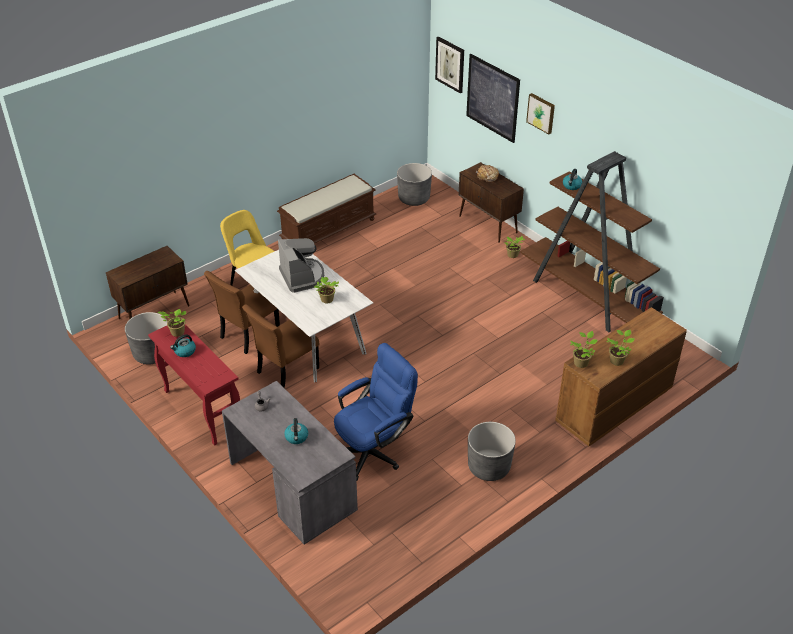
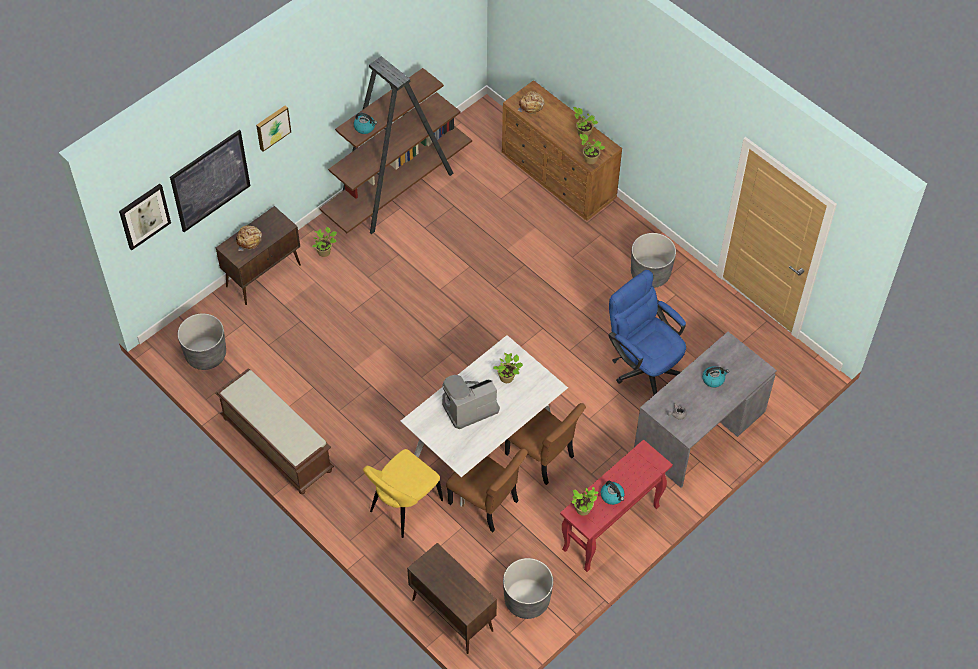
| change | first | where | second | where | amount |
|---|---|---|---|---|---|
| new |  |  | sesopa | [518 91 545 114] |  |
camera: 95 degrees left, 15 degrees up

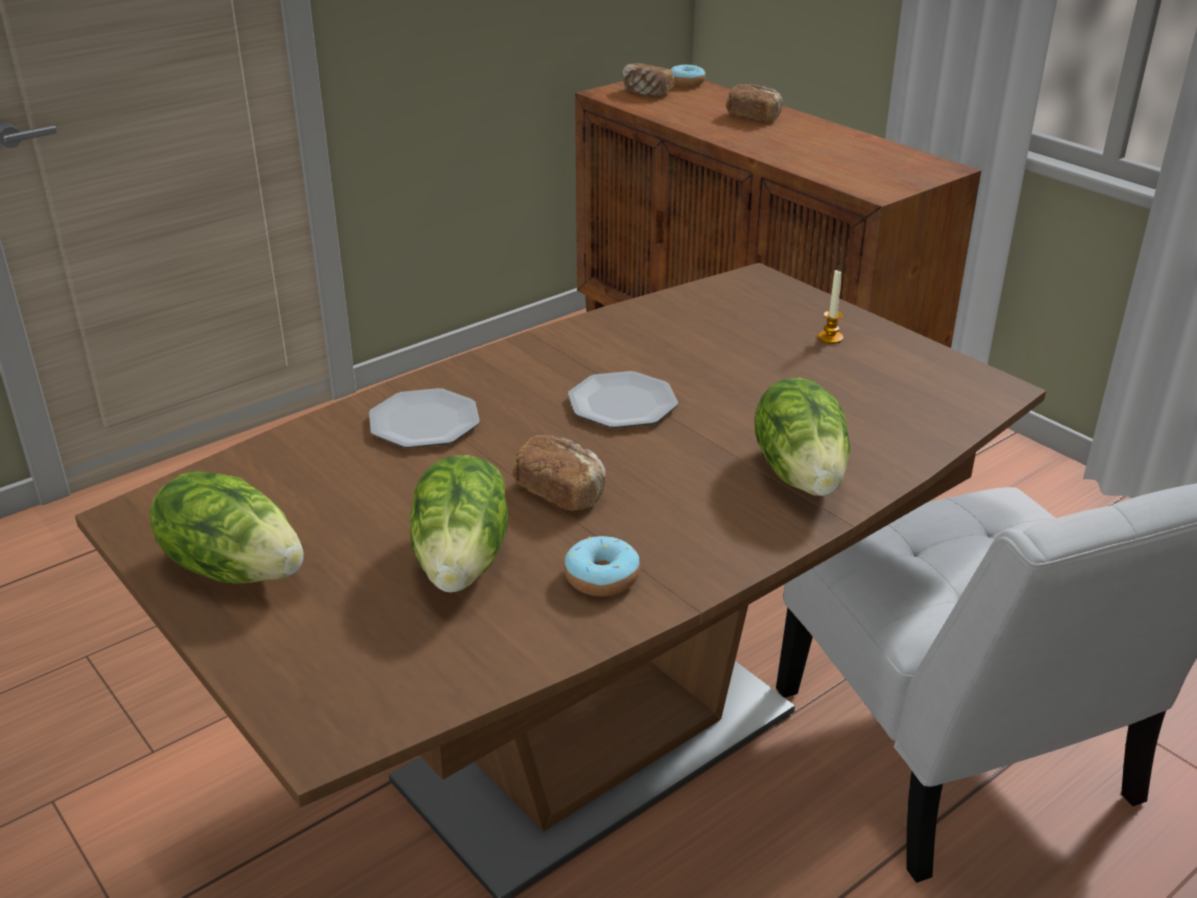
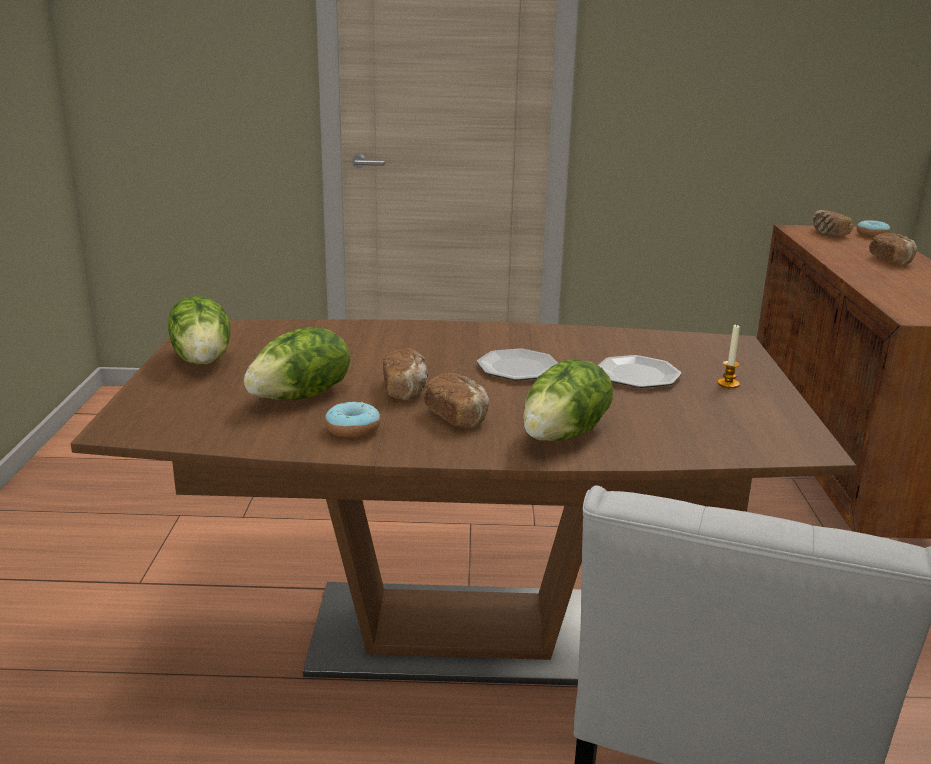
| change | first | where | second | where | amount |
|---|---|---|---|---|---|
| new |  |  | sesopa | [423 373 489 428] |  |
| shifted | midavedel | [369 388 480 448] |  | [597 355 681 388] |  |
camera: 40 degrees right, 10 degrees down

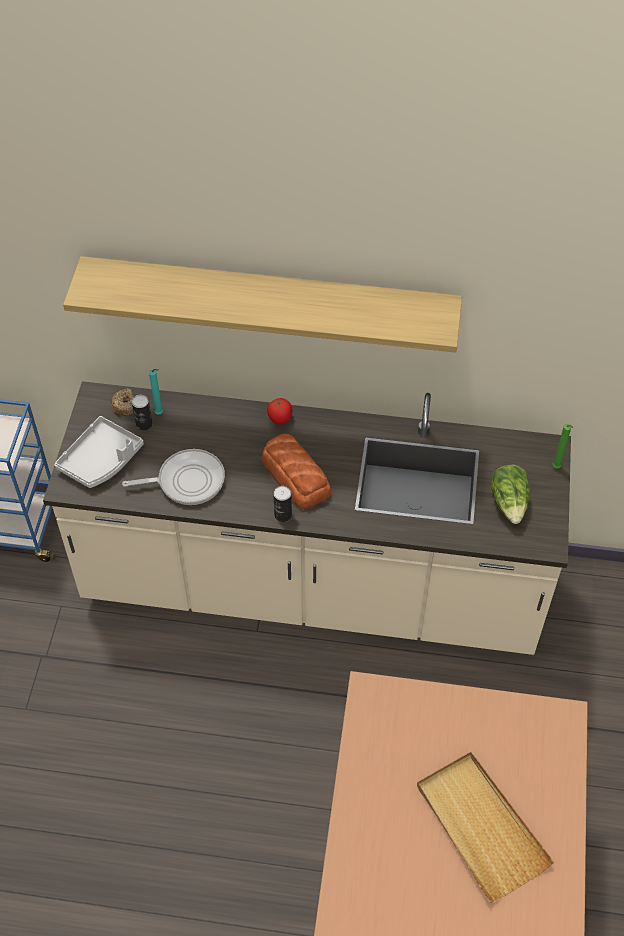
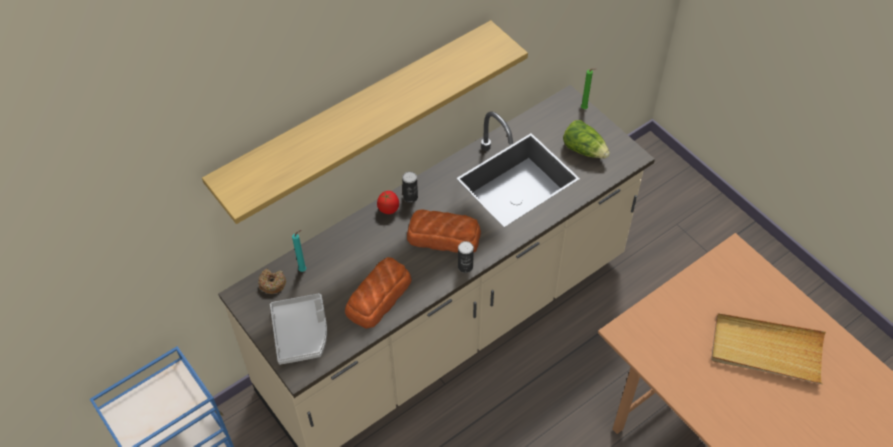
| change | first | where | second | where | amount |
|---|---|---|---|---|---|
| shifted | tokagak | [132 395 152 431] |  | [402 171 418 203] |  |
| swapped | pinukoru | [122 449 225 505] | sesopa | [345 257 412 329] |  |
camera: 45 degrees left, 0 degrees up

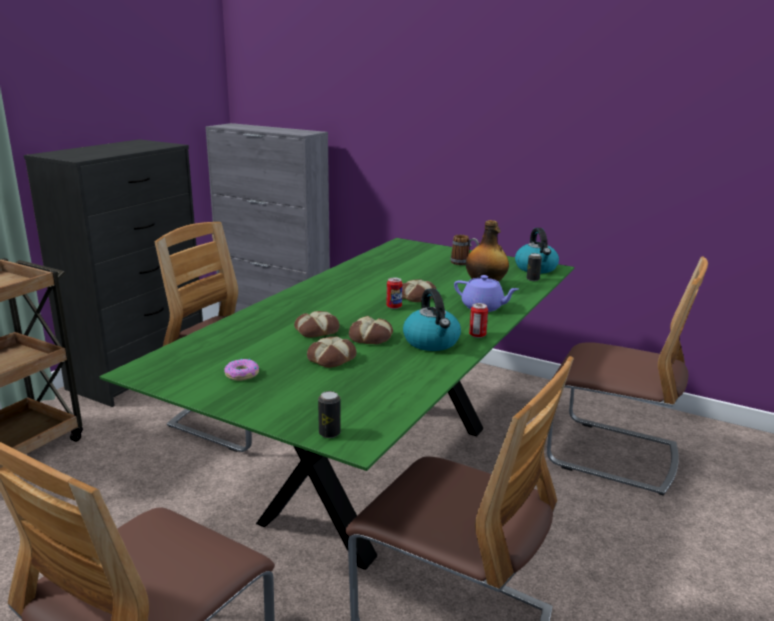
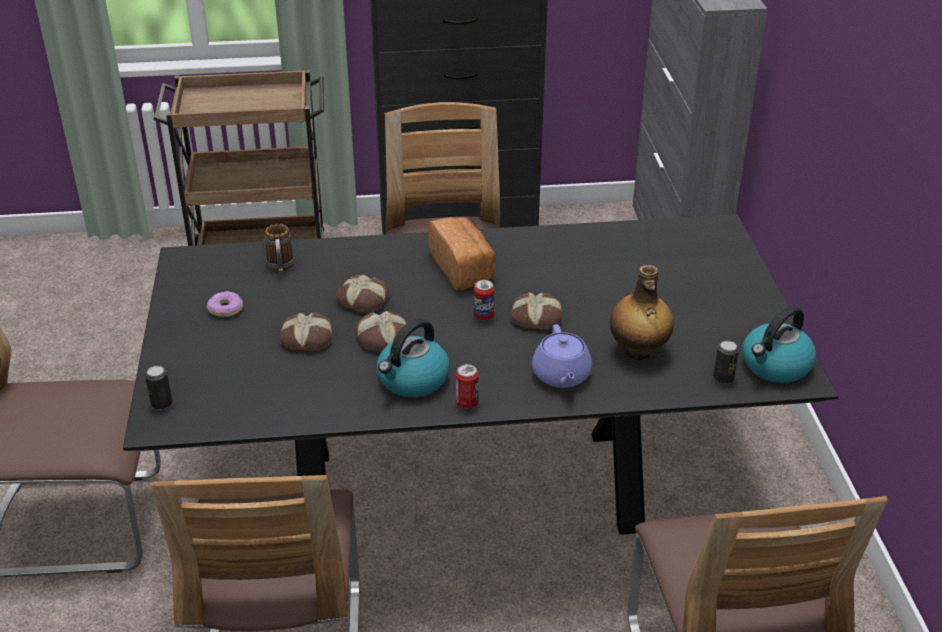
| change | first | where | second | where | amount |
|---|---|---|---|---|---|
| new |  |  | sesopa | [428 217 496 290] |  |
| shifted | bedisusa | [450 235 479 265] |  | [265 224 295 273] |  |
| repainted | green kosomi | [99 238 574 570] | black kosomi | [123 214 839 534] |  |
camera: 55 degrees right, 15 degrees up

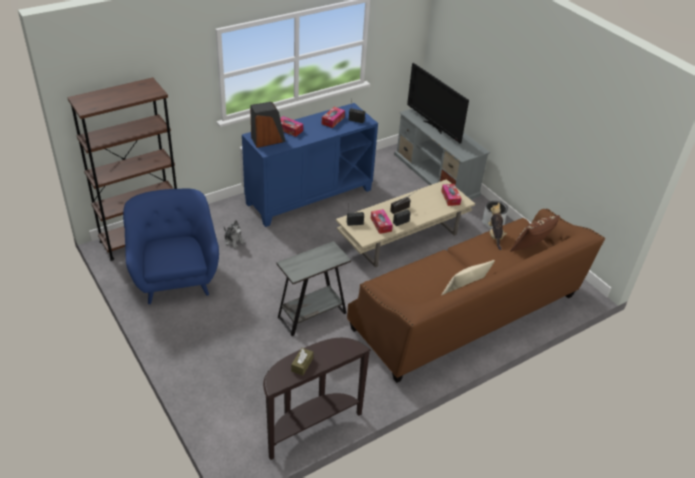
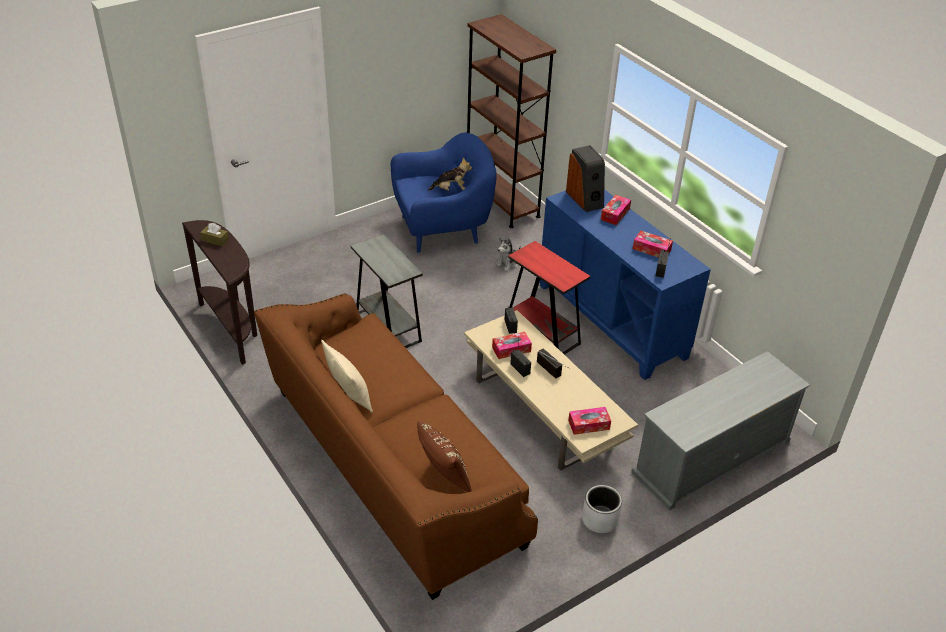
| change | first | where | second | where | amount |
|---|---|---|---|---|---|
| gone | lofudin | [407 63 469 143] |  |  |  |
| new |  |  | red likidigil | [508 241 591 355] |  |
| shifted | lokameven | [488 203 507 250] |  | [428 157 472 191] |  |
camera: 90 degrees right, 0 degrees up

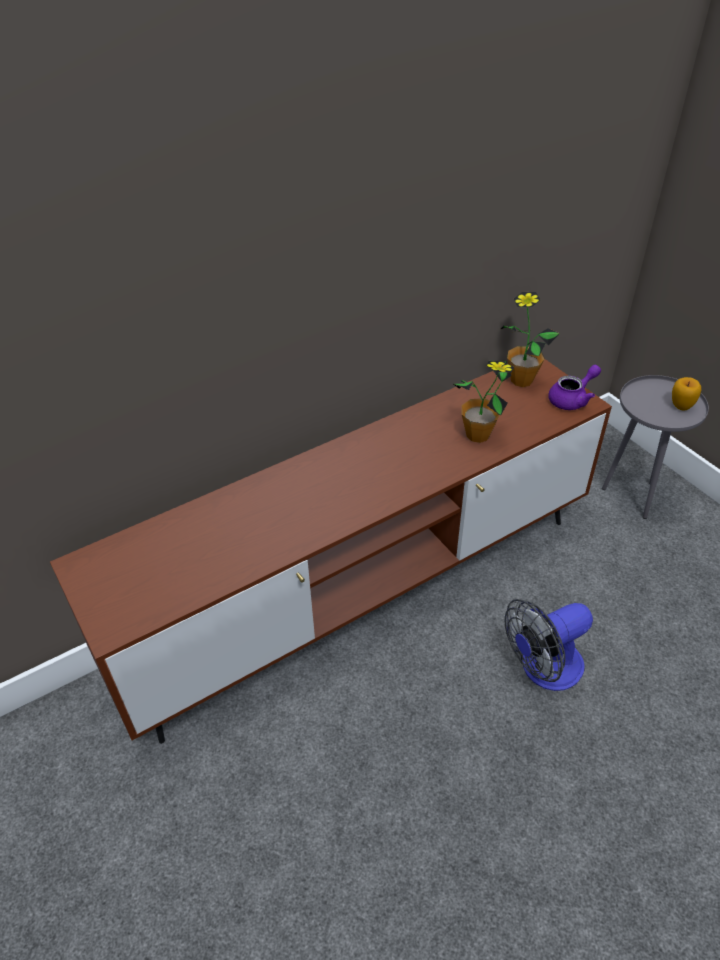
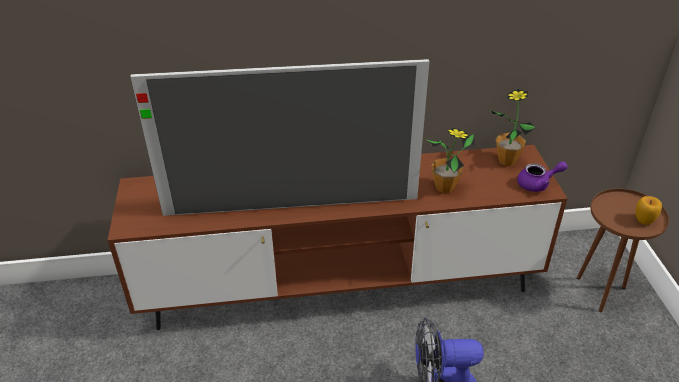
| change | first | where | second | where | amount |
|---|---|---|---|---|---|
| new |  |  | lofudin | [130 59 430 216] |  |
| repainted | grey likidigil | [602 375 709 519] | brown likidigil | [577 189 669 312] |  |
camera: 25 degrees right, 5 degrees down

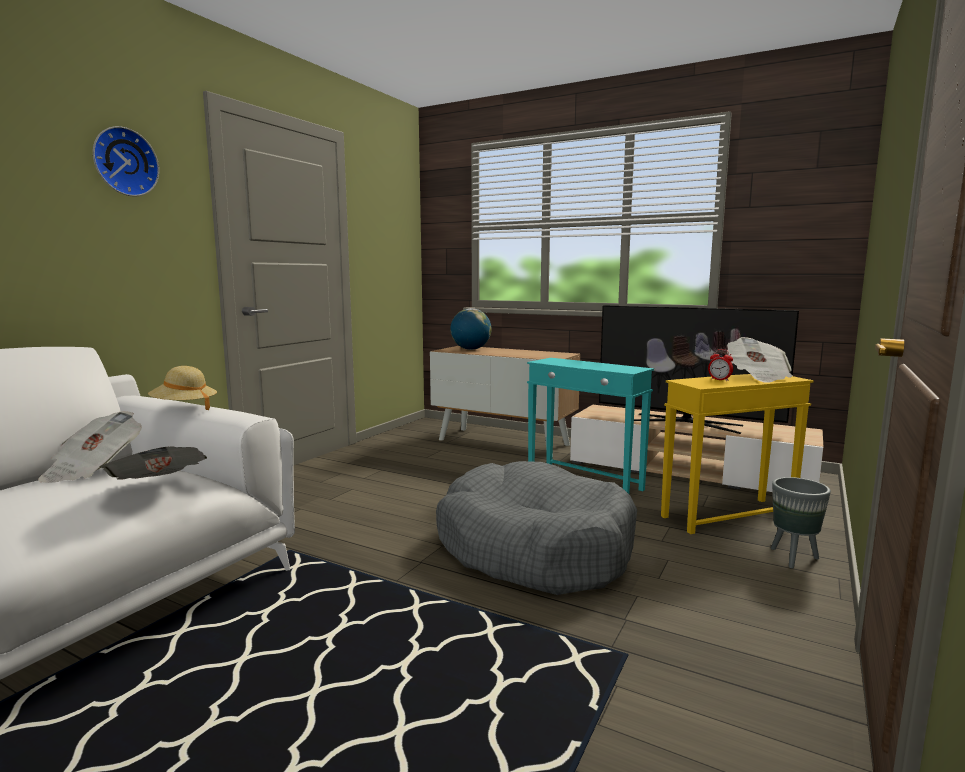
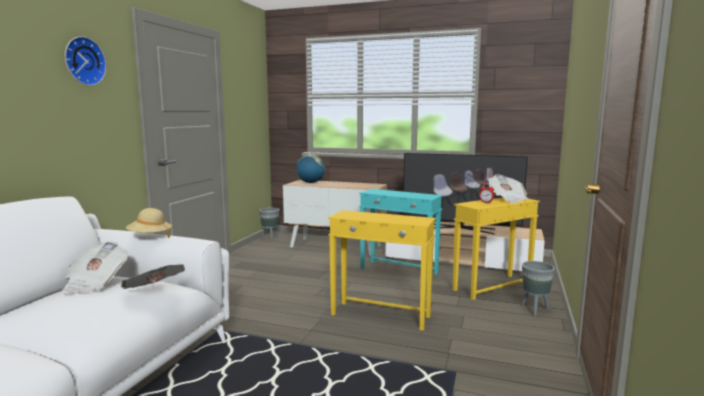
| change | first | where | second | where | amount |
|---|---|---|---|---|---|
| new |  |  | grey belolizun | [259 208 279 241] |  |
| swapped | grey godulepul | [436 461 637 595] | yellow likidigil | [328 210 436 331] |  |
camera: 10 degrees left, 0 degrees up

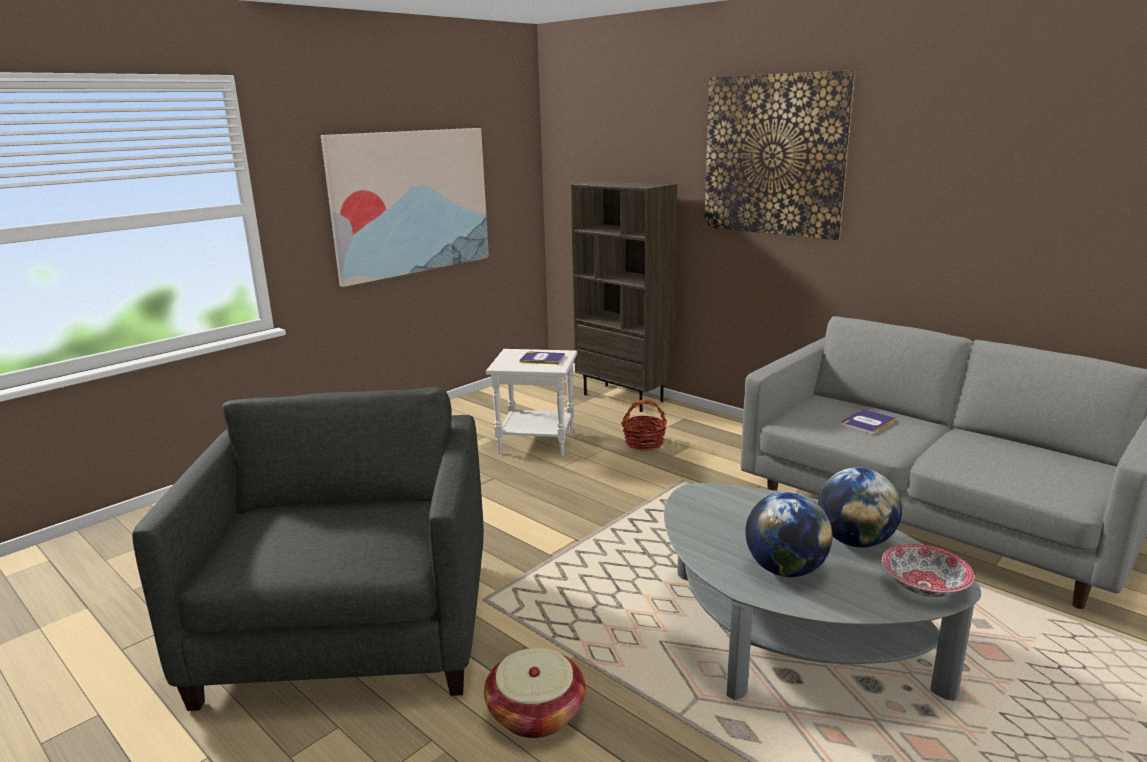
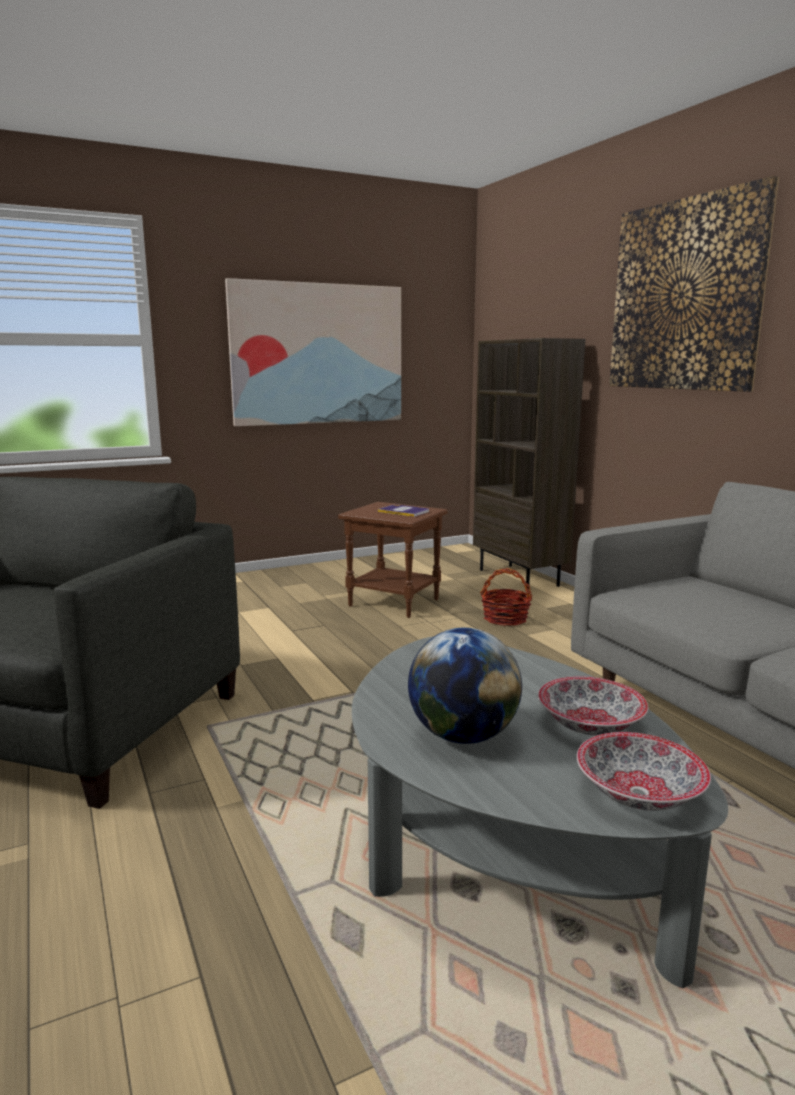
| change | first | where | second | where | amount |
|---|---|---|---|---|---|
| gone | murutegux | [484 648 586 738] |  |  |  |
| gone | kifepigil | [841 410 897 435] |  |  |  |
| swapped | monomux | [818 467 902 548] | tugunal | [538 676 648 736] |  |
| repainted | white likidigil | [486 349 577 457] | brown likidigil | [338 502 448 618] |  |
camera: 20 degrees right, 5 degrees down

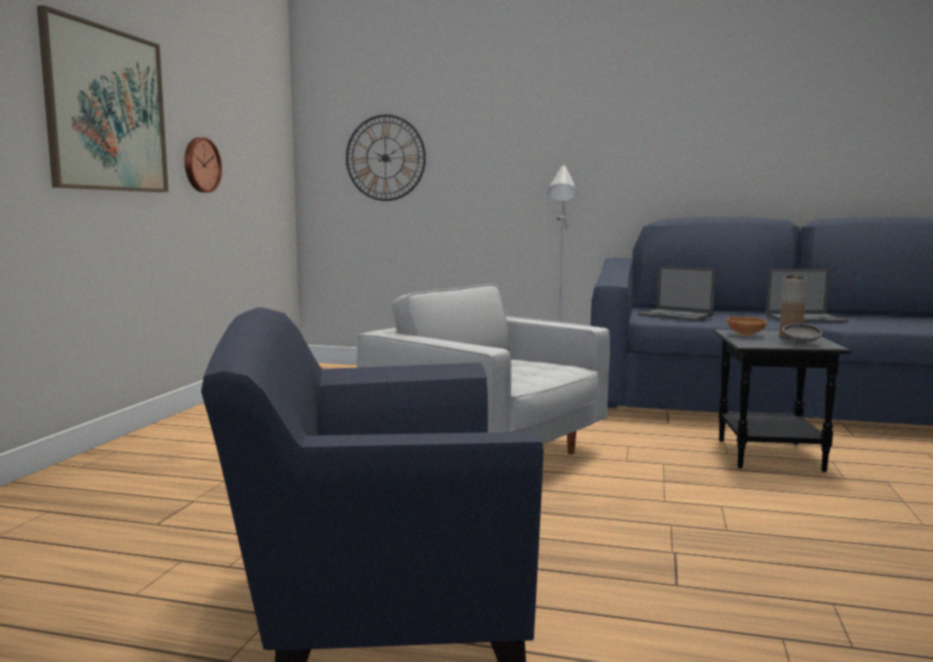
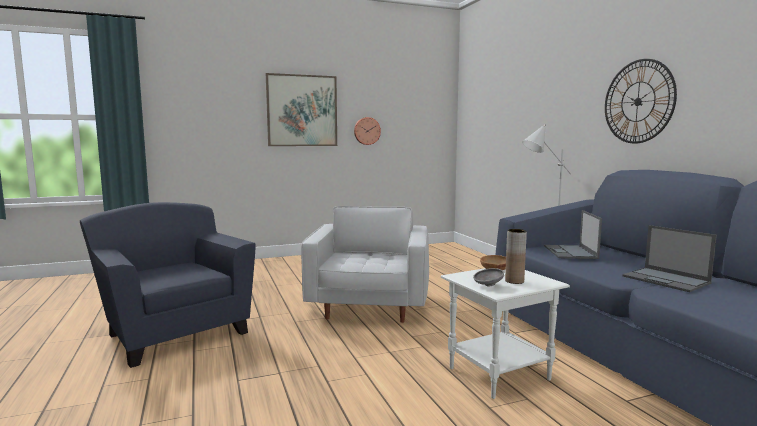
| change | first | where | second | where | amount |
|---|---|---|---|---|---|
| shifted | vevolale | [346 114 426 201] |  | [605 59 677 144] |  |
| repainted | black likidigil | [714 330 851 472] | white likidigil | [441 268 570 399] |  |
camera: 55 degrees right, 0 degrees up

